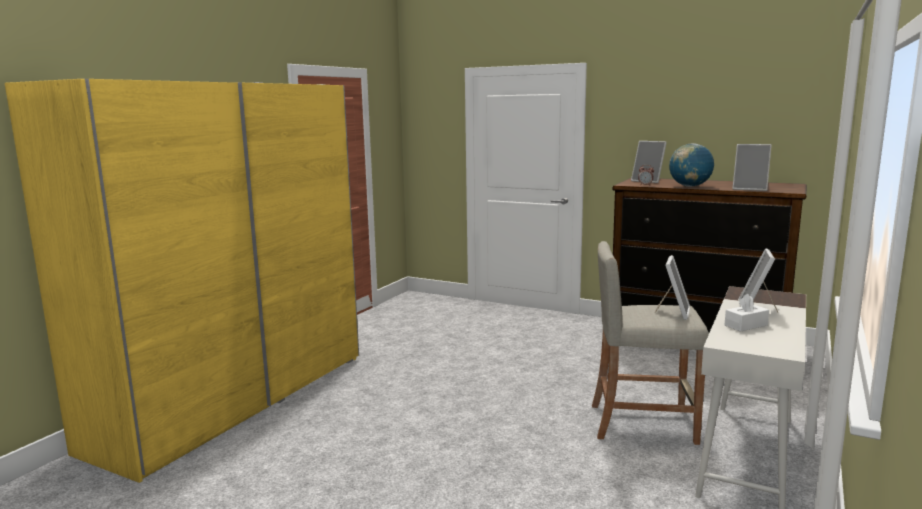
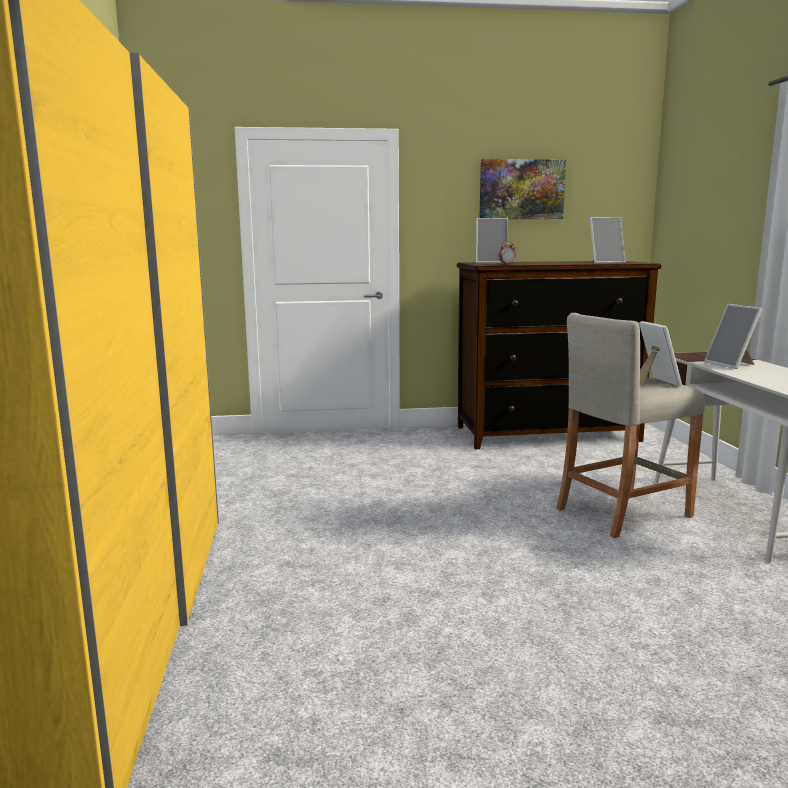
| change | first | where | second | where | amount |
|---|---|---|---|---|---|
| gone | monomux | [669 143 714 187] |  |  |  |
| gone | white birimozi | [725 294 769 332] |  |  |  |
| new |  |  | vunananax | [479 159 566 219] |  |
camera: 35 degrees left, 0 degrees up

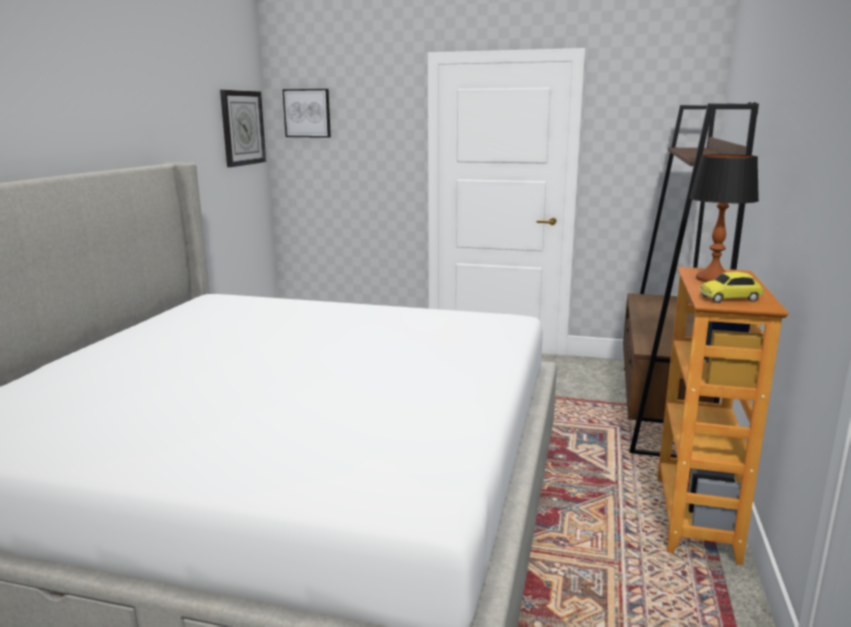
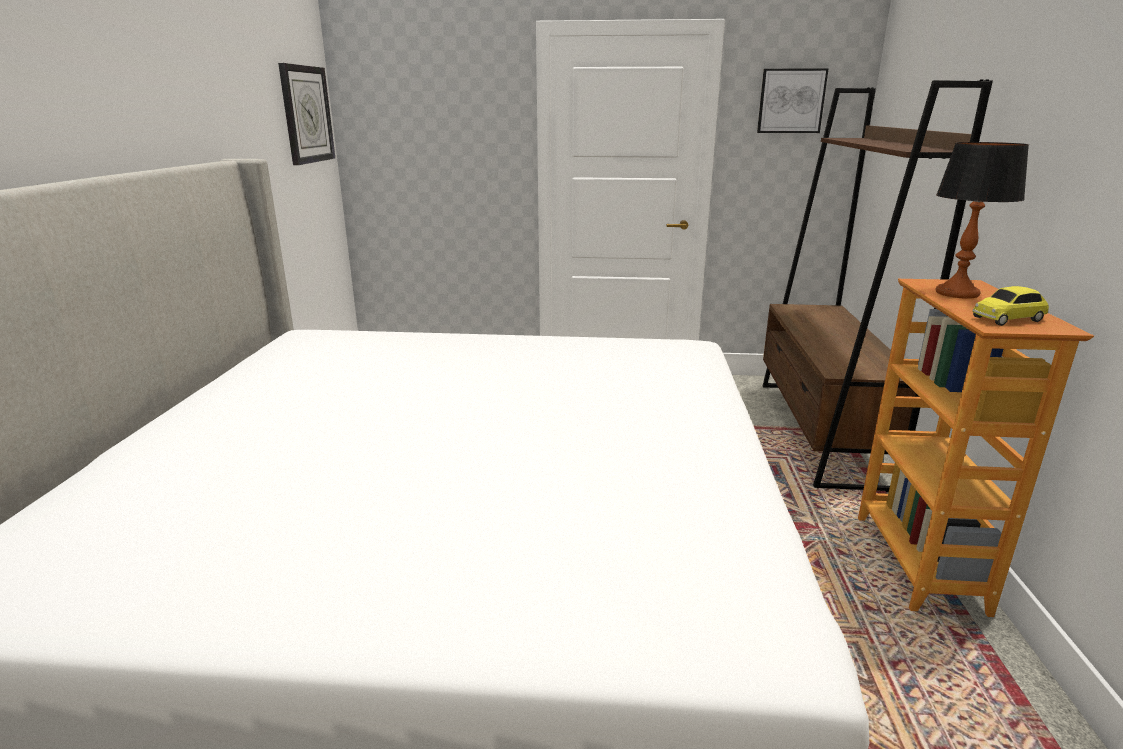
| change | first | where | second | where | amount |
|---|---|---|---|---|---|
| shifted | vunananax | [283 89 331 137] |  | [757 68 829 133] |  |
camera: 10 degrees left, 5 degrees up

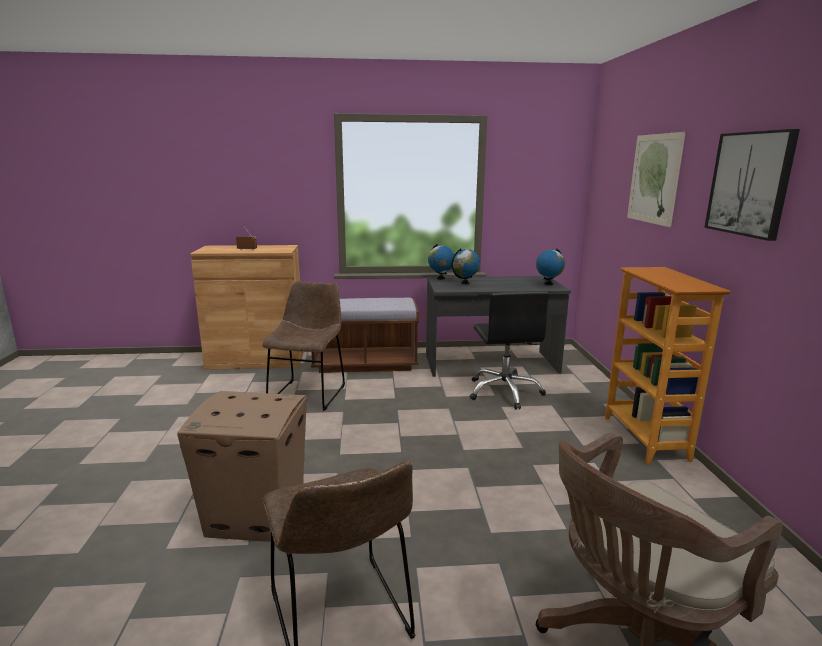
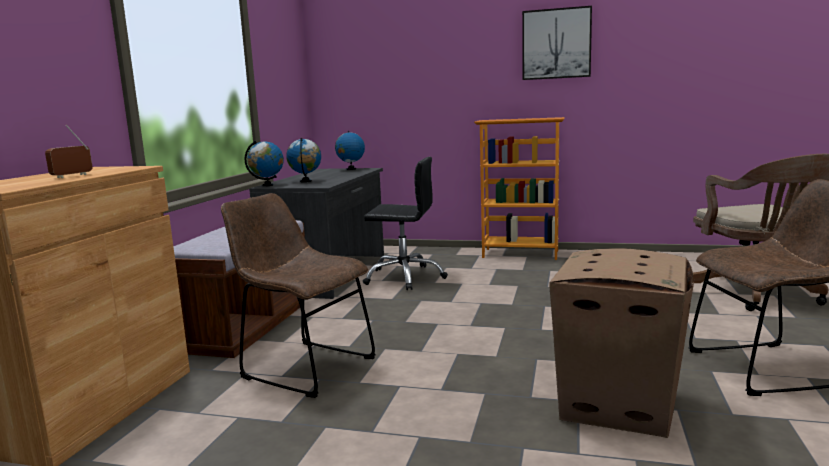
| change | first | where | second | where | amount |
|---|---|---|---|---|---|
| gone | vunananax | [627 132 685 227] |  |  |  |
camera: 70 degrees left, 5 degrees down

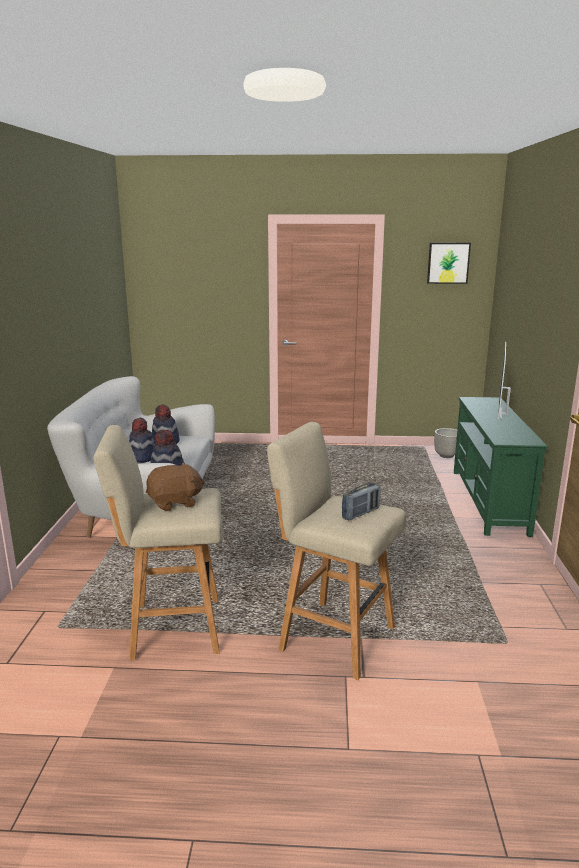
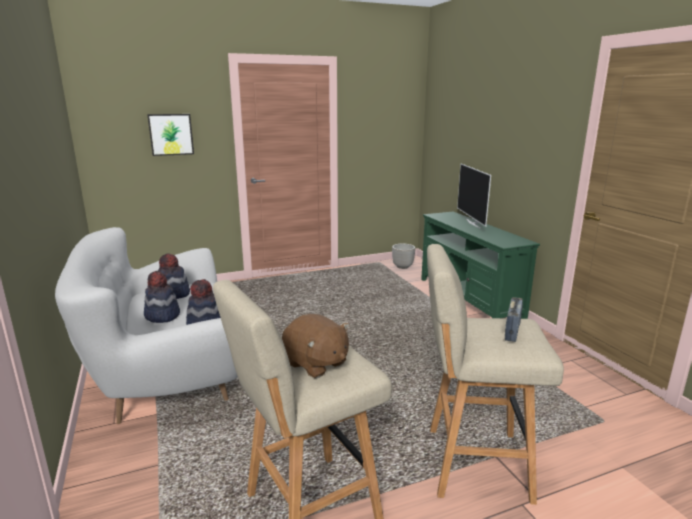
| change | first | where | second | where | amount |
|---|---|---|---|---|---|
| shifted | vunananax | [427 243 471 284] |  | [147 114 194 156] |  |
| rotated | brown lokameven | [146 462 205 511] |  | [282 314 349 378] | 90 degrees clockwise |
camera: 25 degrees left, 0 degrees up

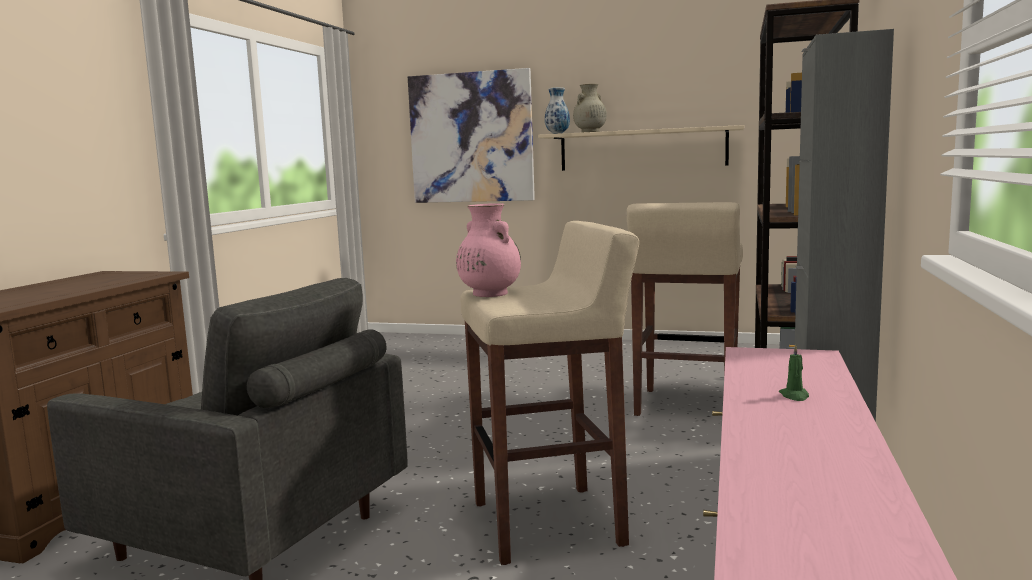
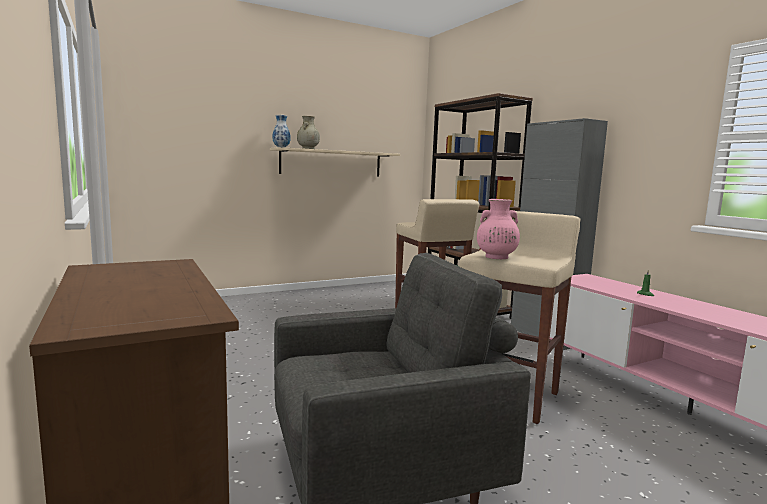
| change | first | where | second | where | amount |
|---|---|---|---|---|---|
| gone | vunananax | [408 68 535 203] |  |  |  |
camera: 45 degrees left, 0 degrees up

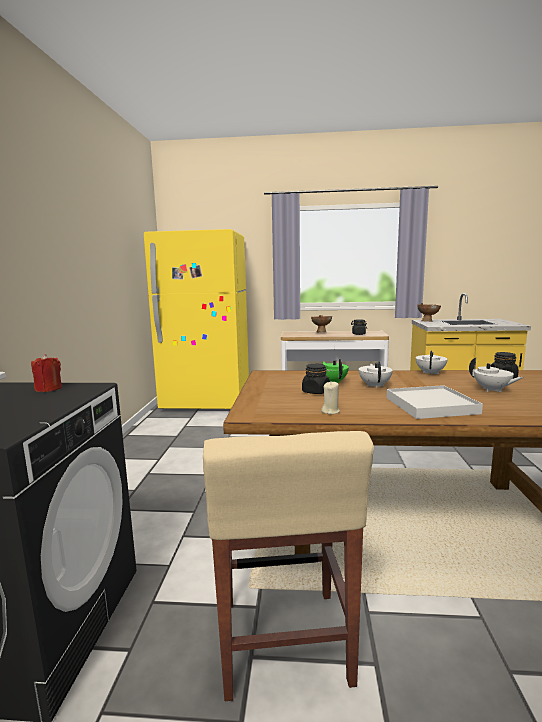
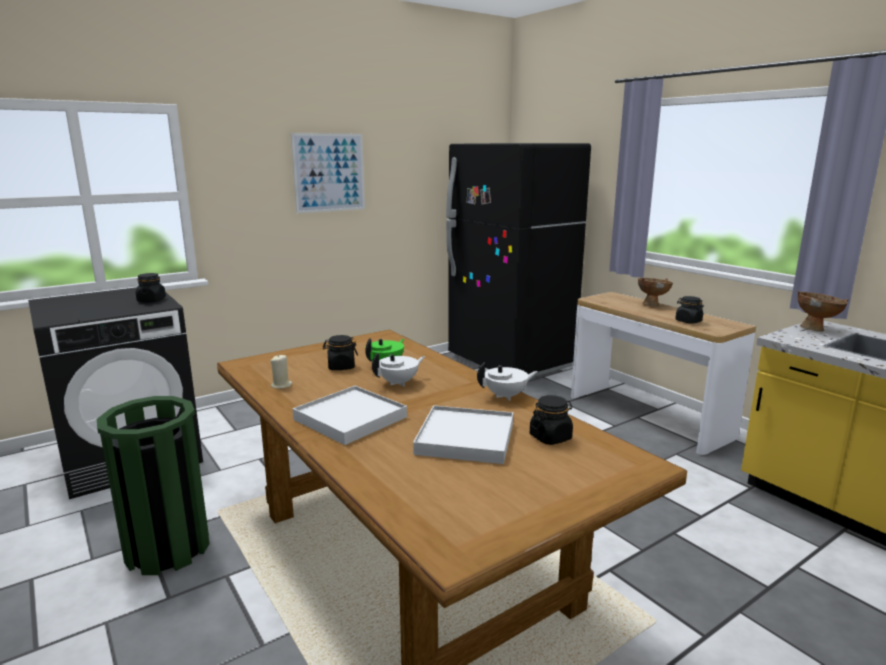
| change | first | where | second | where | amount |
|---|---|---|---|---|---|
| new |  |  | vunananax | [291 133 365 213] |  |
| swapped | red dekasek | [31 354 62 392] | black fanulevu | [136 273 166 302] |  |
| swapped | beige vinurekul | [203 431 374 701] | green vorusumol | [97 396 209 575] |  |
| swapped | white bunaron | [469 357 524 392] | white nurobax | [413 405 513 464] |  |
| repainted | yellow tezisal | [144 229 249 409] | black tezisal | [446 143 591 377] |  |
camera: 50 degrees right, 5 degrees up

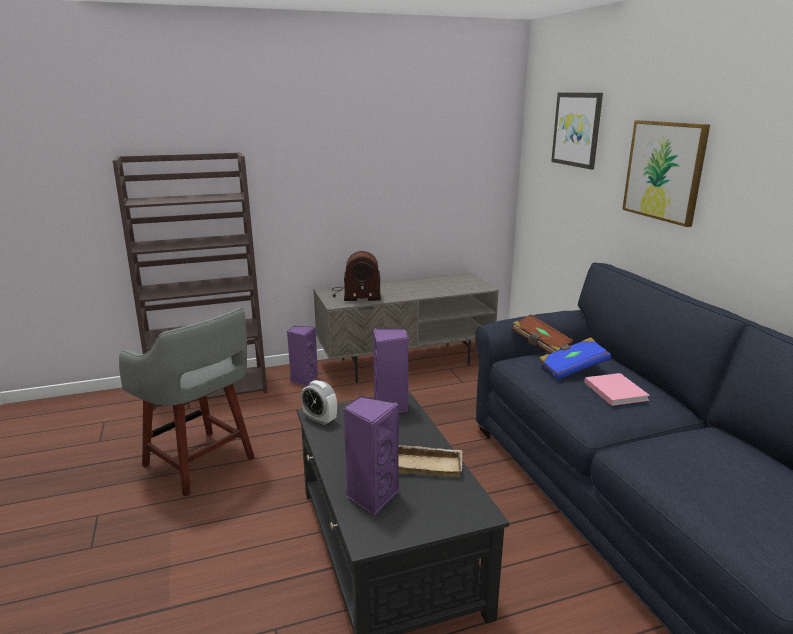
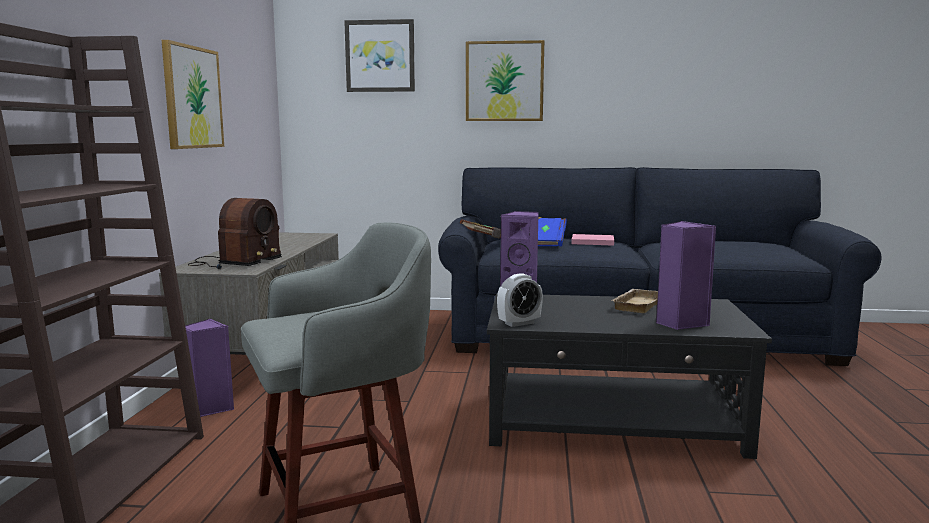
| change | first | where | second | where | amount |
|---|---|---|---|---|---|
| new |  |  | vunananax | [162 40 224 149] |  |
camera: 65 degrees left, 10 degrees down

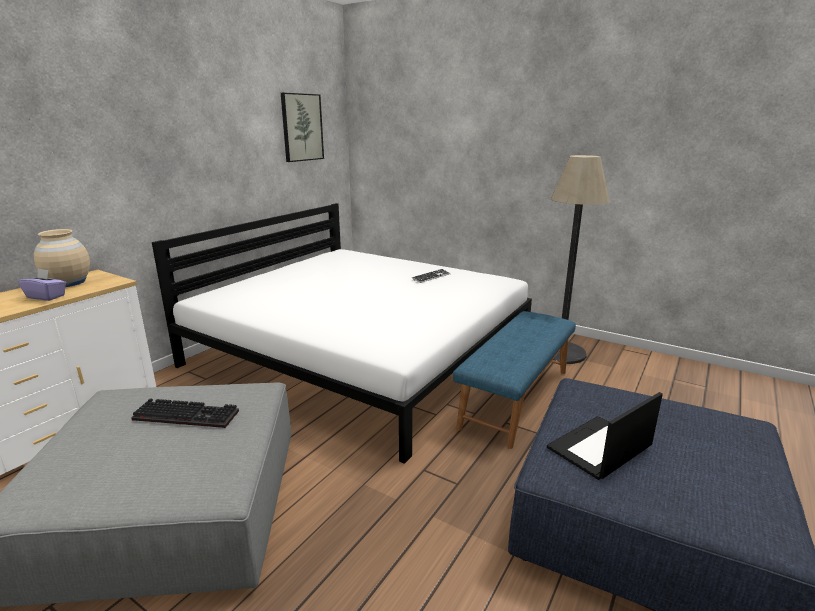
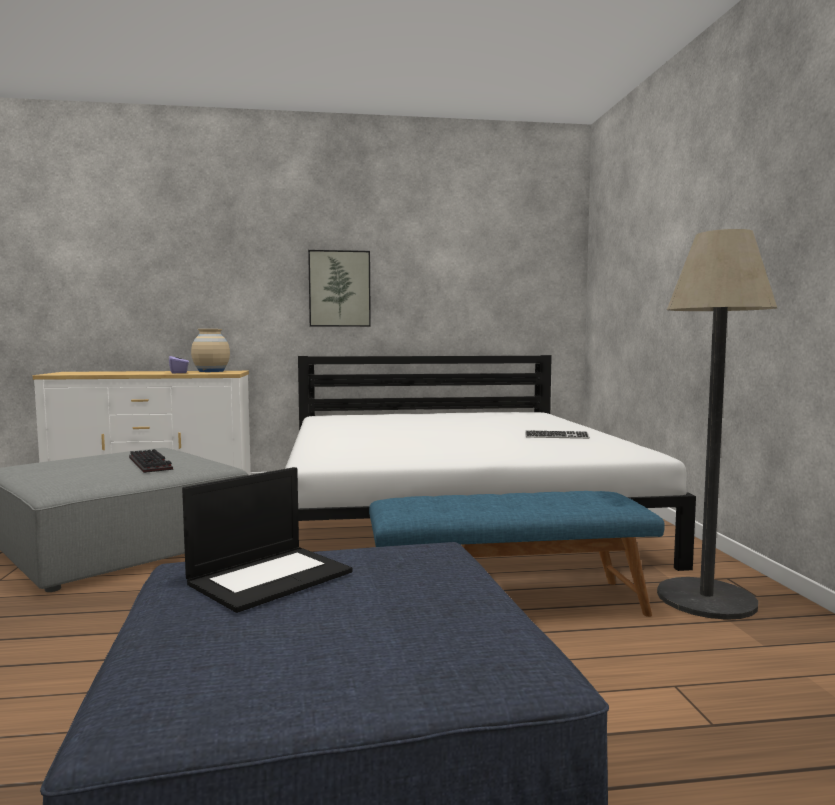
| change | first | where | second | where | amount |
|---|---|---|---|---|---|
| shifted | vunananax | [281 93 324 162] |  | [308 250 371 327] |  |
| rotated | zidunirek | [547 392 663 480] |  | [182 467 353 613] | 120 degrees clockwise |
camera: 50 degrees right, 15 degrees down

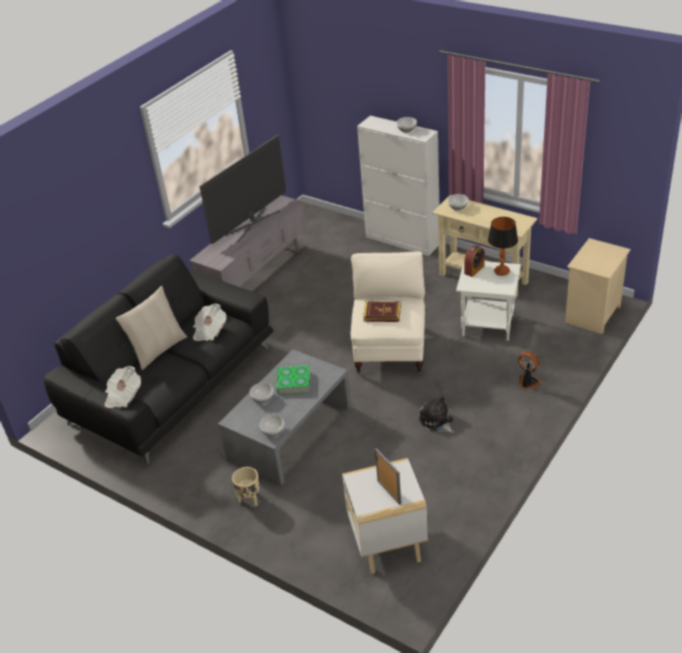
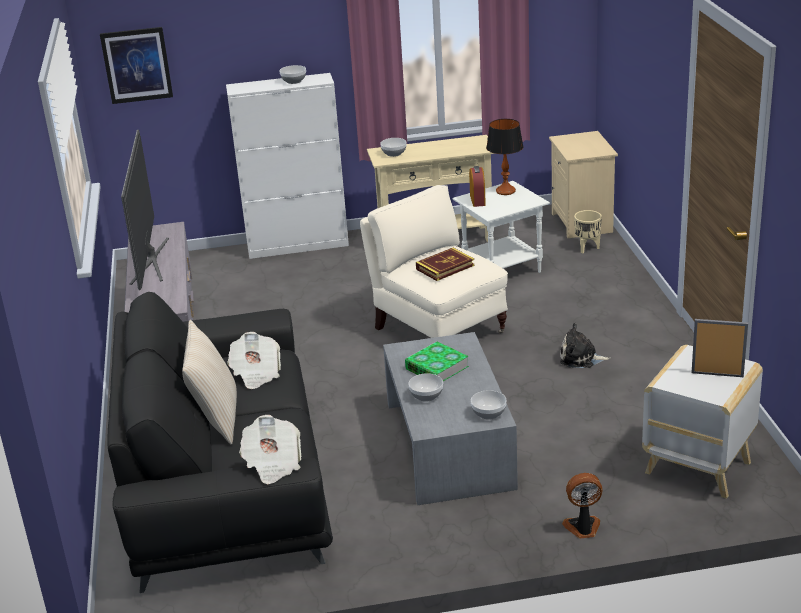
| change | first | where | second | where | amount |
|---|---|---|---|---|---|
| new |  |  | vunananax | [100 27 173 104] |  |
| shifted | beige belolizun | [232 467 260 506] |  | [574 210 602 253] |  |
| shifted | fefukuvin | [518 351 542 390] |  | [562 473 603 538] |  |
camera: 45 degrees left, 10 degrees down

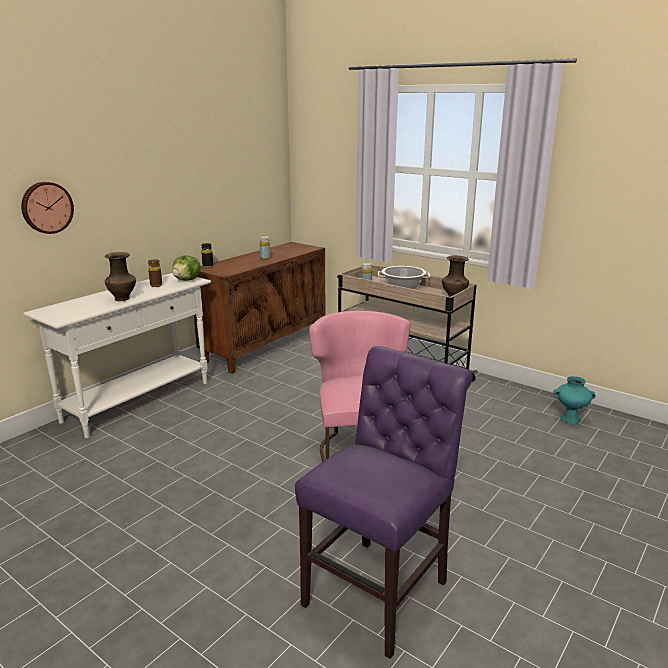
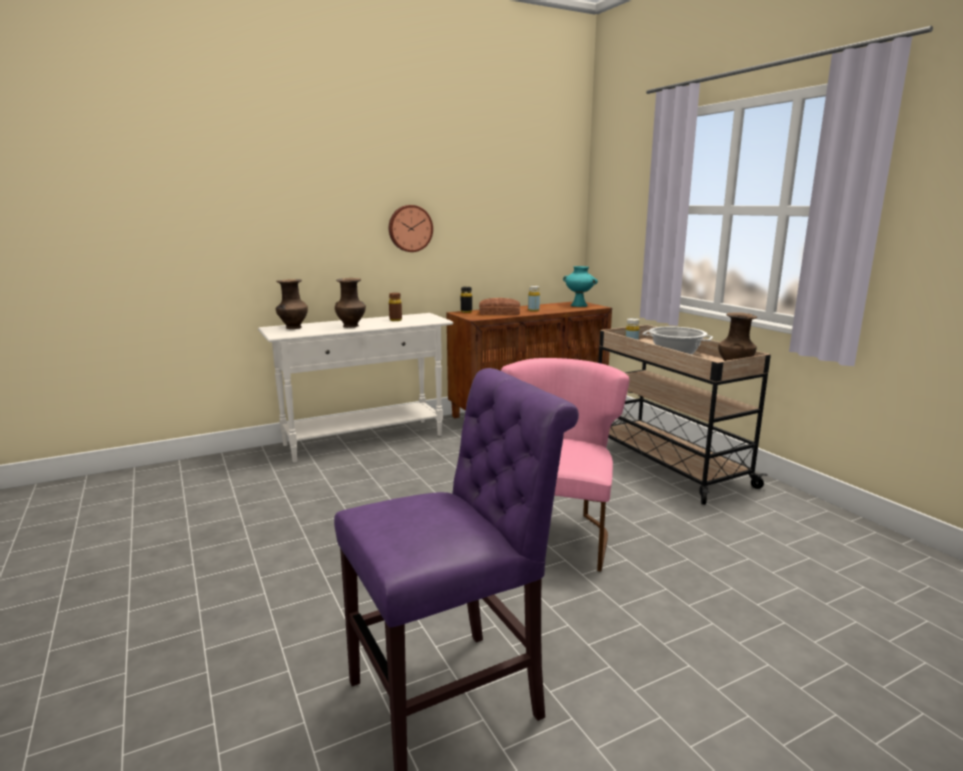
| change | first | where | second | where | amount |
|---|---|---|---|---|---|
| gone | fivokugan | [172 255 201 281] |  |  |  |
| new |  |  | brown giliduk | [276 279 308 329] |  |
| new |  |  | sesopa | [479 298 520 315] |  |
| shifted | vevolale | [21 182 74 234] |  | [389 205 433 252] |  |
| shifted | turquoise giliduk | [554 376 596 424] |  | [563 266 598 307] |  |
camera: 25 degrees right, 5 degrees down

